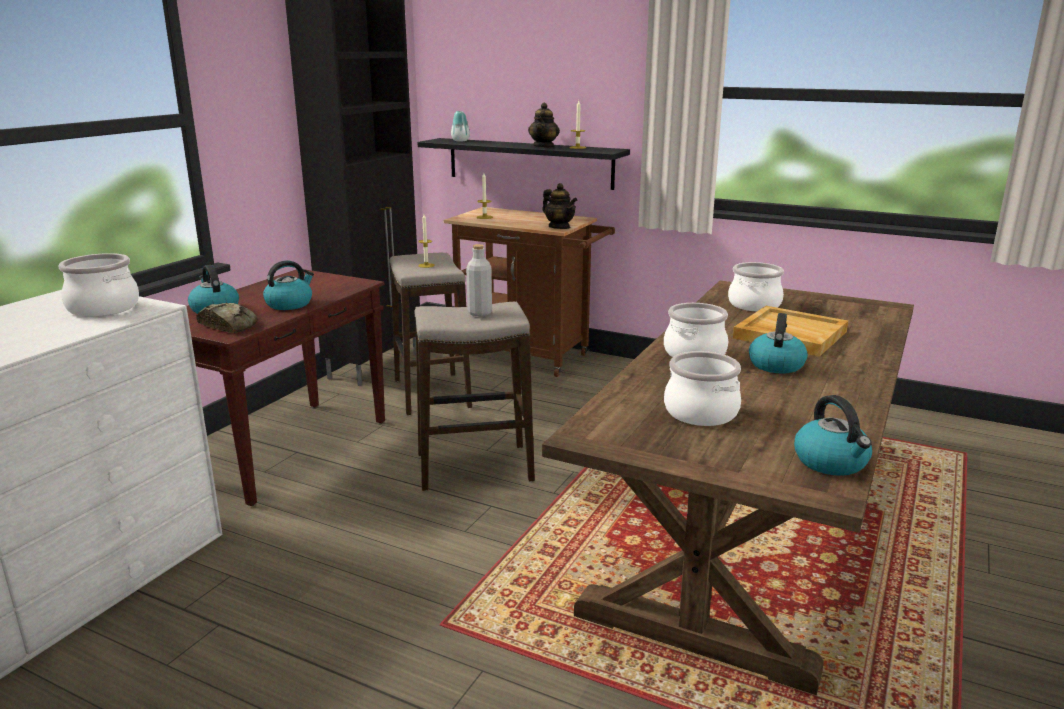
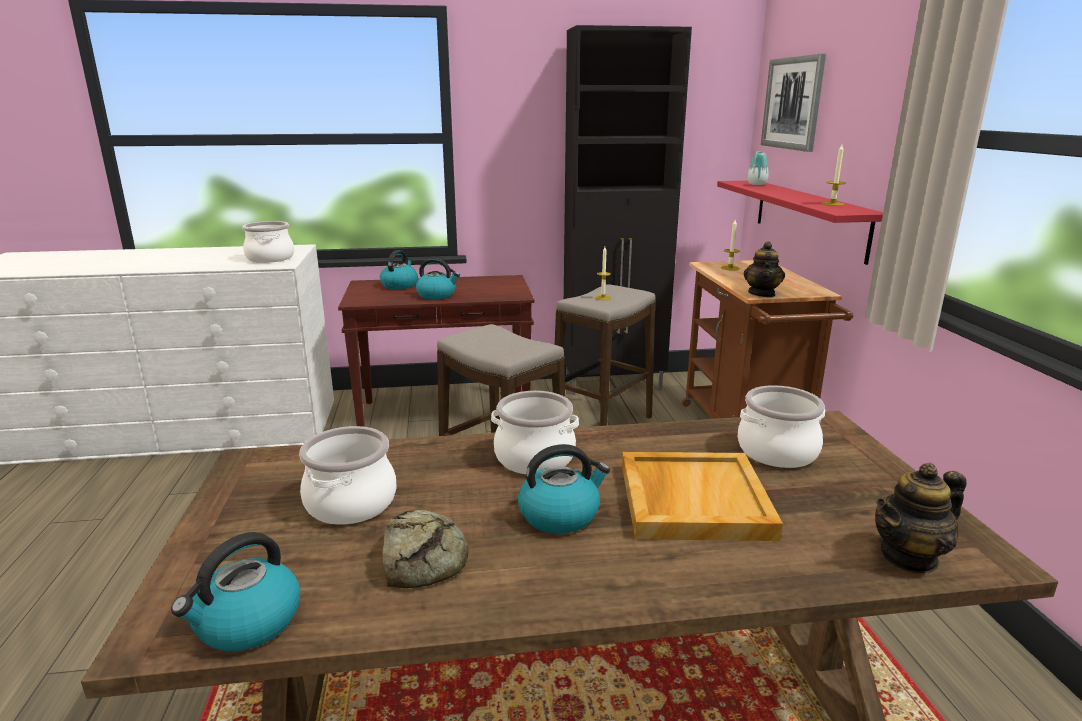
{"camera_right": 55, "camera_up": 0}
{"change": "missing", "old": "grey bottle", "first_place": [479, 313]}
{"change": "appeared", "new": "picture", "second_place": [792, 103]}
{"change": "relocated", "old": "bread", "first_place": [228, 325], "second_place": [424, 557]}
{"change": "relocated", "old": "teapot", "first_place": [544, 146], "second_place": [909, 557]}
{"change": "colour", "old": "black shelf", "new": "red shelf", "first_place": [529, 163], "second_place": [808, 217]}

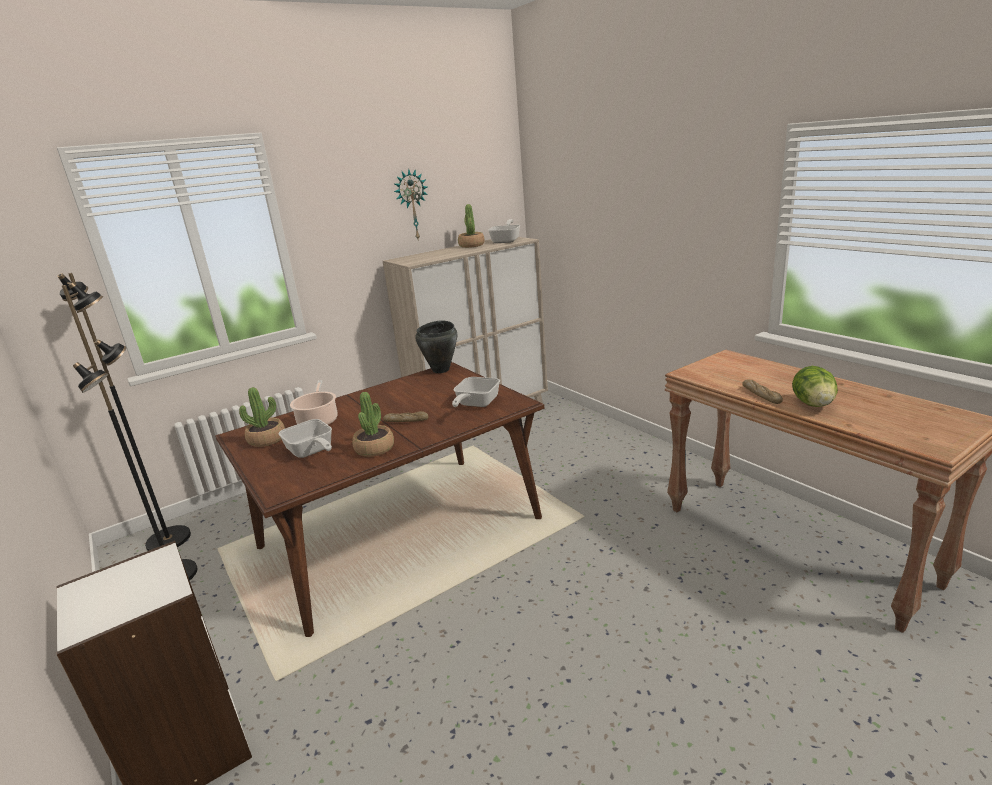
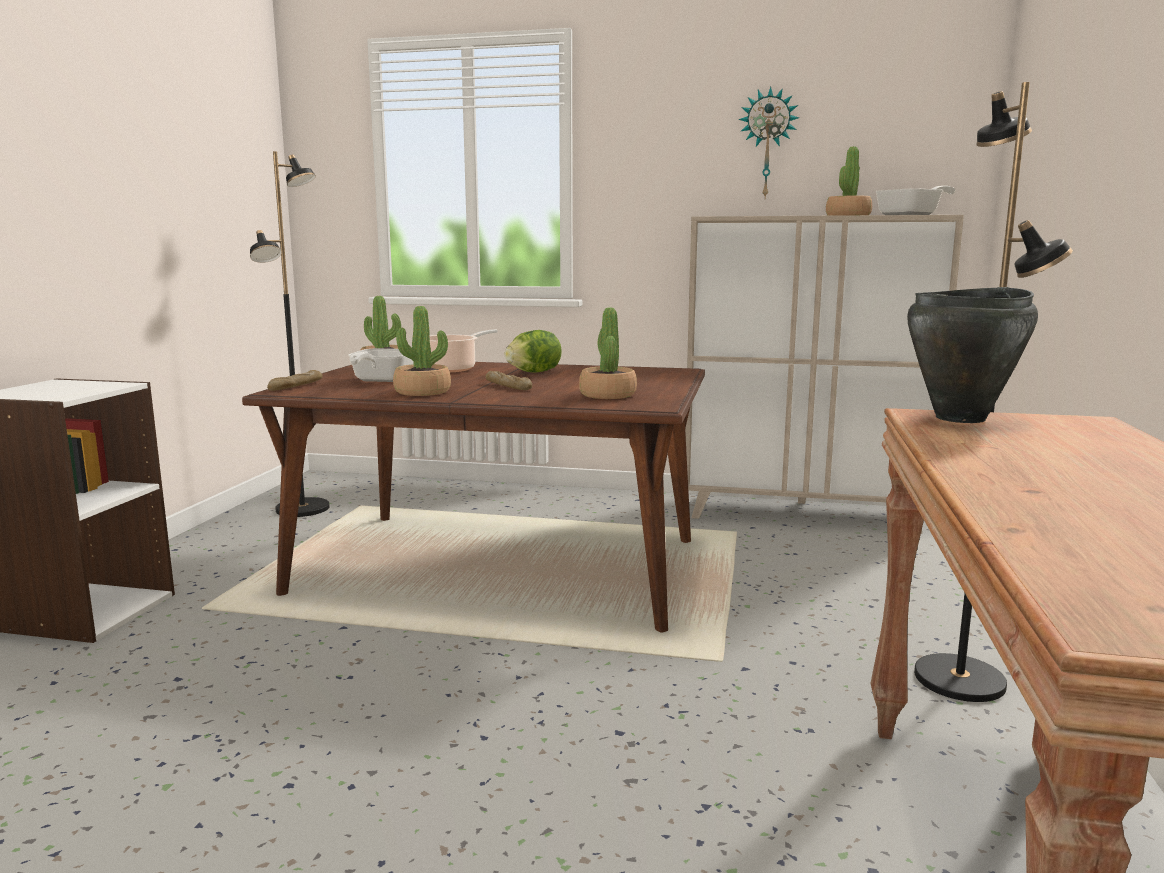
{"camera_right": 45, "camera_up": -10}
{"change": "relocated", "old": "black floor lamp", "first_place": [169, 539], "second_place": [961, 679]}
{"change": "relocated", "old": "black cooking pot", "first_place": [441, 370], "second_place": [961, 418]}
{"change": "relocated", "old": "bread", "first_place": [761, 395], "second_place": [296, 386]}
{"change": "relocated", "old": "lettuce", "first_place": [813, 404], "second_place": [534, 372]}
{"change": "exchanged", "old": "frying pan", "new": "potted plant", "first_place": [475, 404], "second_place": [607, 395]}

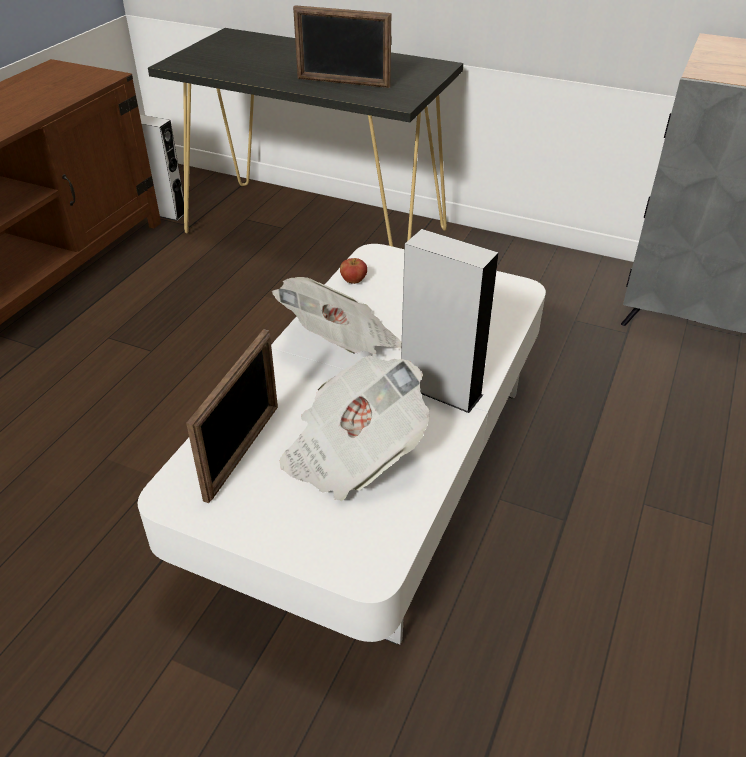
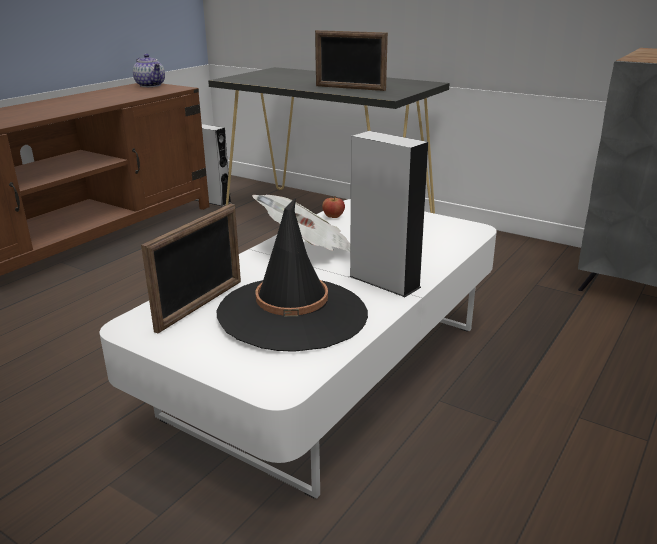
{"camera_right": 10, "camera_up": -15}
{"change": "appeared", "new": "teapot", "second_place": [151, 85]}
{"change": "exchanged", "old": "newspaper", "new": "black hat", "first_place": [352, 453], "second_place": [293, 313]}

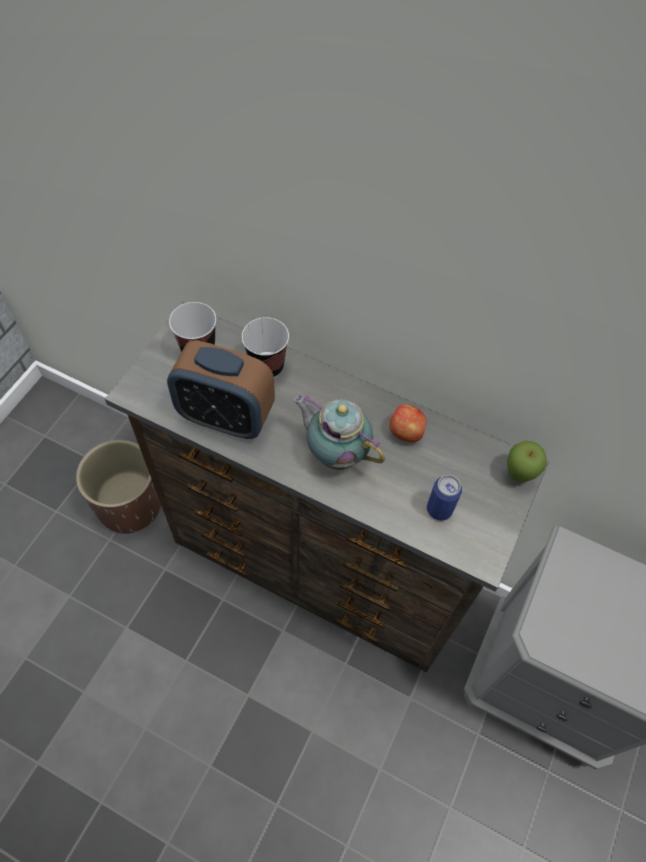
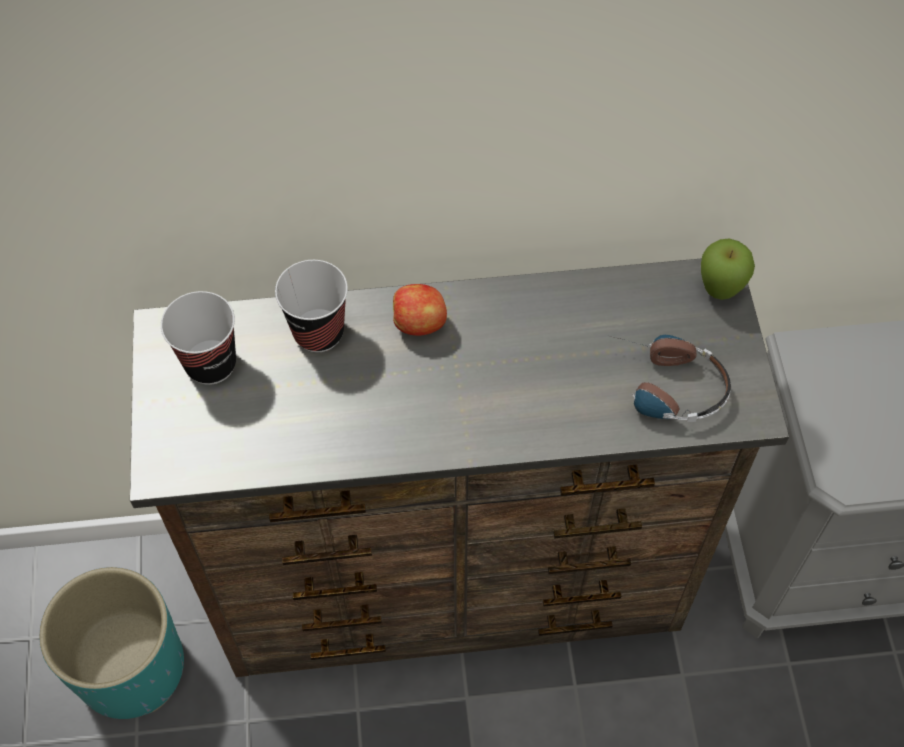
{"camera_right": -30, "camera_up": 0}
{"change": "missing", "old": "alarm clock", "first_place": [226, 417]}
{"change": "missing", "old": "teapot", "first_place": [335, 452]}
{"change": "relocated", "old": "apple", "first_place": [406, 432], "second_place": [420, 323]}
{"change": "exchanged", "old": "can", "new": "headphones", "first_place": [439, 509], "second_place": [661, 386]}
{"change": "colour", "old": "brown planter", "new": "turquoise planter", "first_place": [130, 505], "second_place": [132, 667]}

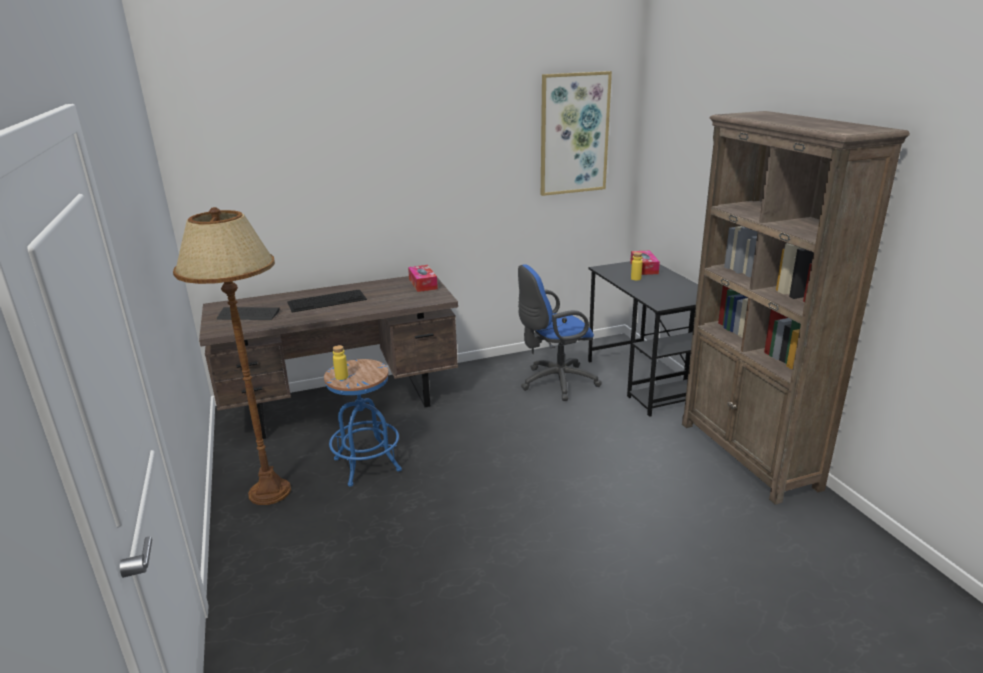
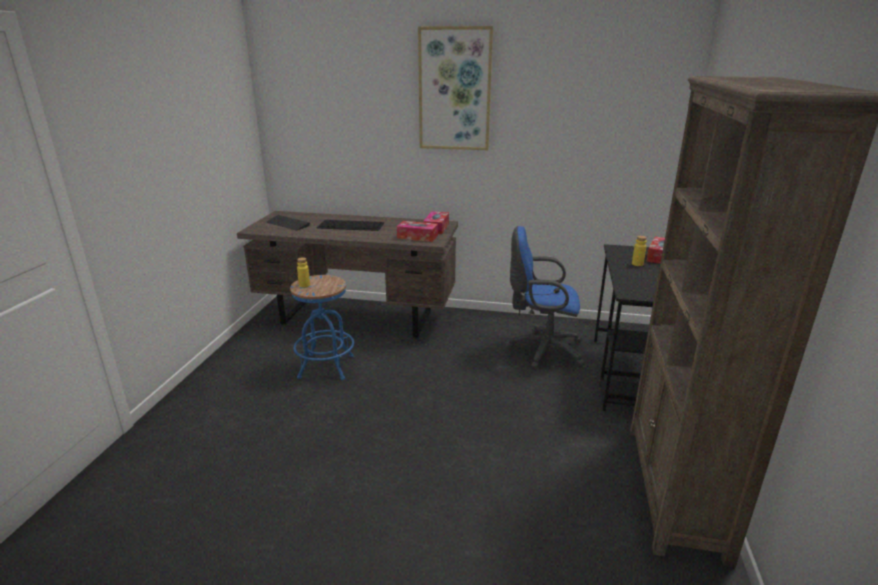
{"camera_right": 30, "camera_up": 0}
{"change": "missing", "old": "brown floor lamp", "first_place": [270, 492]}
{"change": "appeared", "new": "tissue box", "second_place": [417, 237]}
{"change": "relocated", "old": "picture", "first_place": [574, 134], "second_place": [455, 90]}

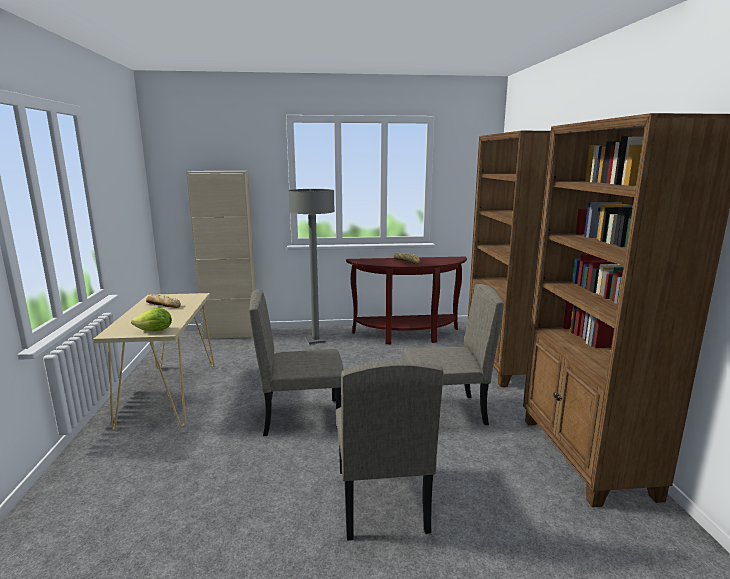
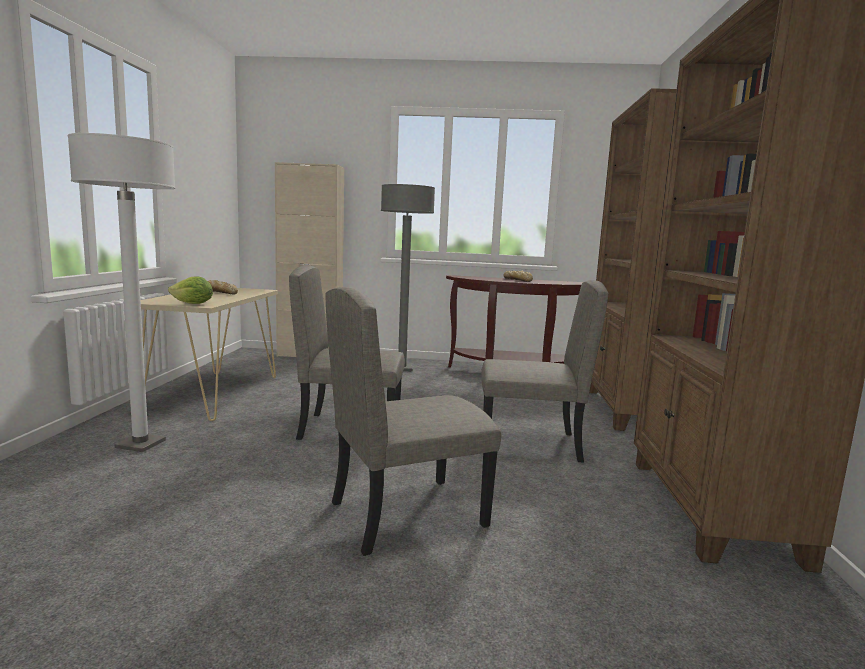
{"camera_right": 10, "camera_up": -5}
{"change": "appeared", "new": "white floor lamp", "second_place": [140, 444]}
{"change": "spun", "old": "beige chair", "first_place": [380, 500], "second_place": [407, 513], "degrees": 60}

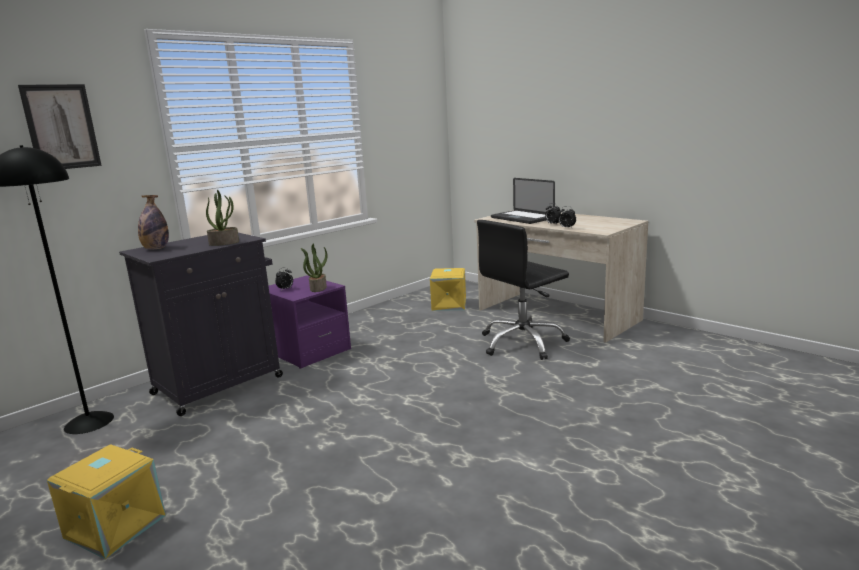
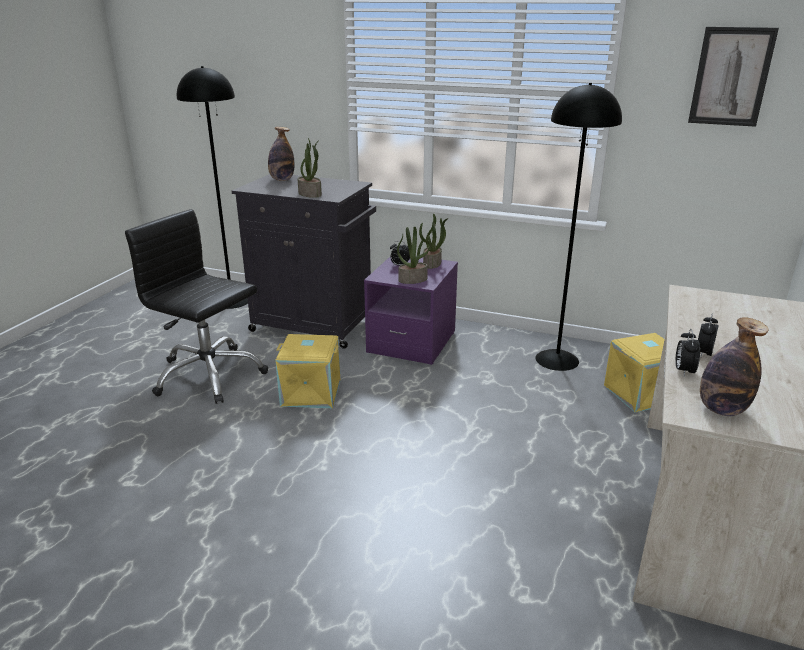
{"camera_right": 65, "camera_up": 10}
{"change": "missing", "old": "laptop", "first_place": [522, 218]}
{"change": "appeared", "new": "potted plant", "second_place": [432, 263]}
{"change": "appeared", "new": "black floor lamp", "second_place": [557, 360]}
{"change": "appeared", "new": "bottle", "second_place": [721, 409]}
{"change": "relocated", "old": "picture", "first_place": [61, 127], "second_place": [731, 77]}
{"change": "relocated", "old": "yellow storage box", "first_place": [115, 526], "second_place": [311, 392]}
{"change": "relocated", "old": "black office chair", "first_place": [522, 343], "second_place": [209, 375]}

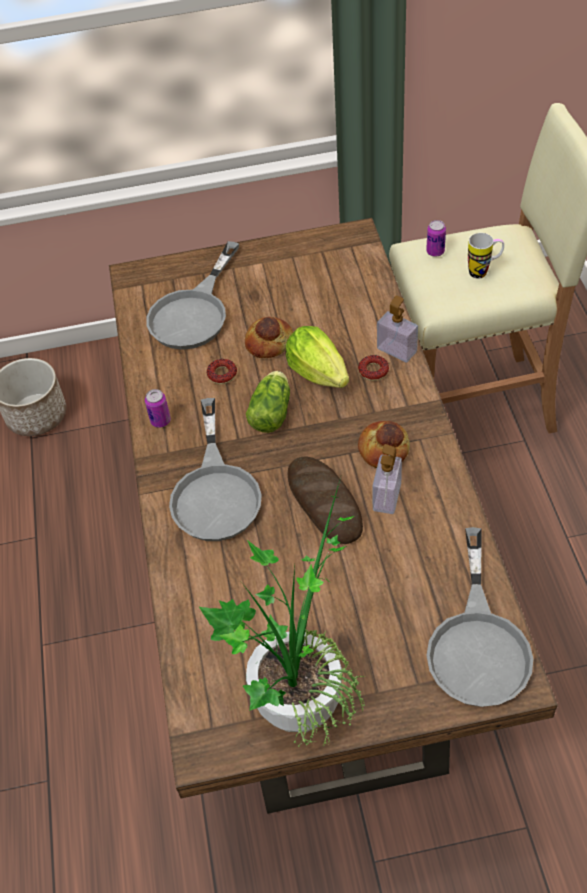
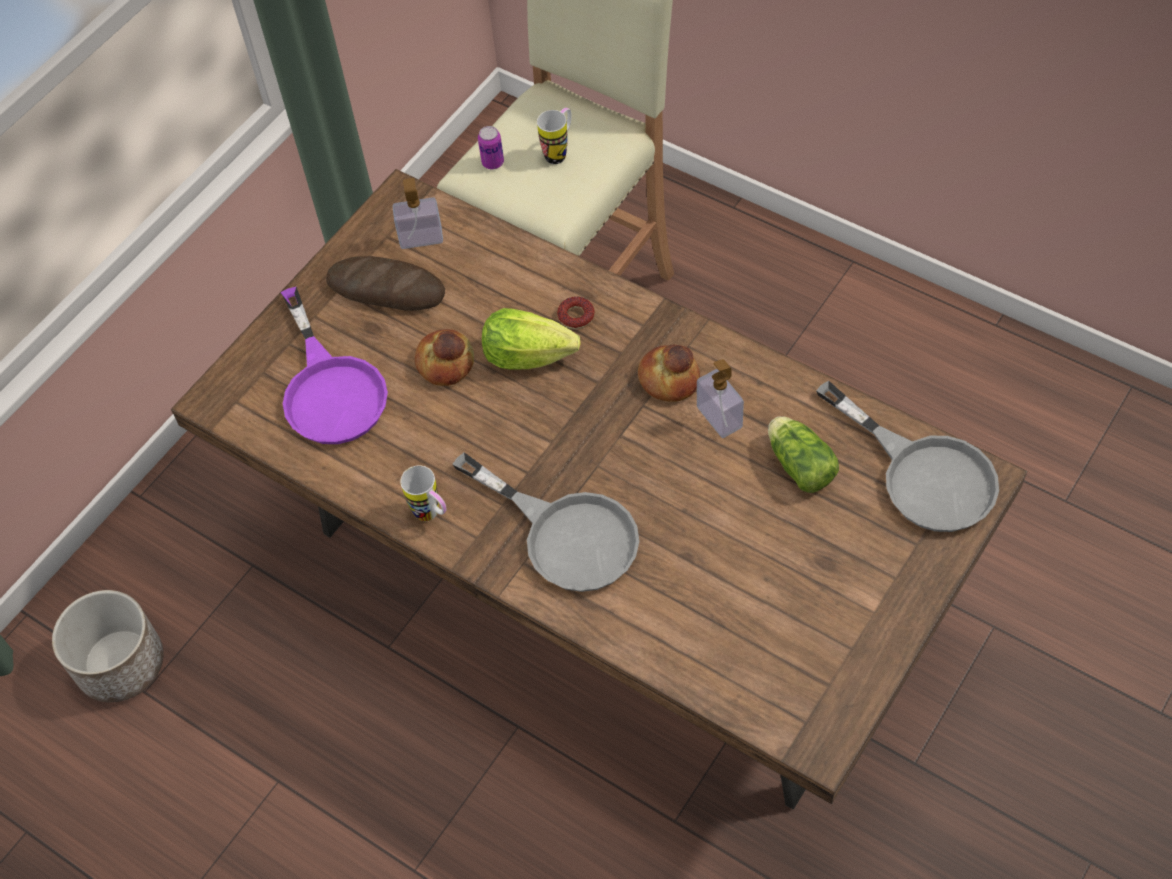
{"camera_right": -45, "camera_up": 5}
{"change": "missing", "old": "potted plant", "first_place": [299, 688]}
{"change": "missing", "old": "donut", "first_place": [222, 374]}
{"change": "relocated", "old": "lettuce", "first_place": [272, 411], "second_place": [798, 463]}
{"change": "relocated", "old": "bread", "first_place": [324, 503], "second_place": [386, 289]}
{"change": "relocated", "old": "soap dispenser", "first_place": [396, 350], "second_place": [421, 238]}
{"change": "exchanged", "old": "can", "new": "mug", "first_place": [160, 421], "second_place": [432, 515]}
{"change": "colour", "old": "grey frying pan", "new": "purple frying pan", "first_place": [194, 312], "second_place": [330, 388]}

